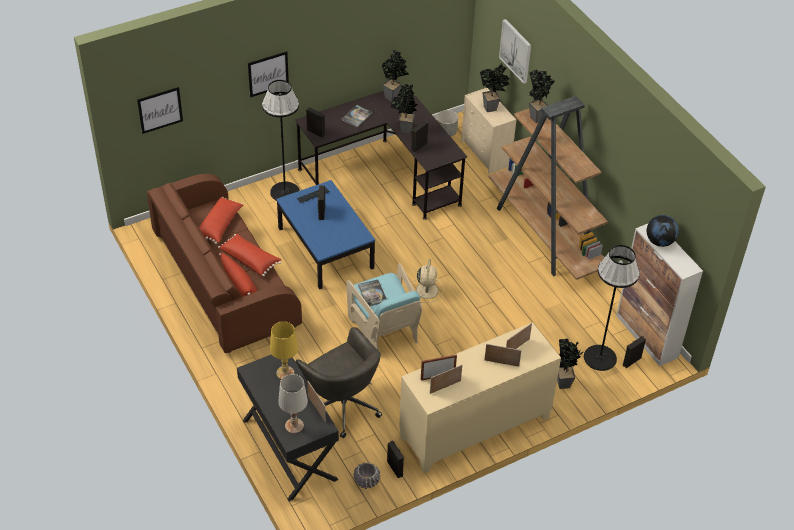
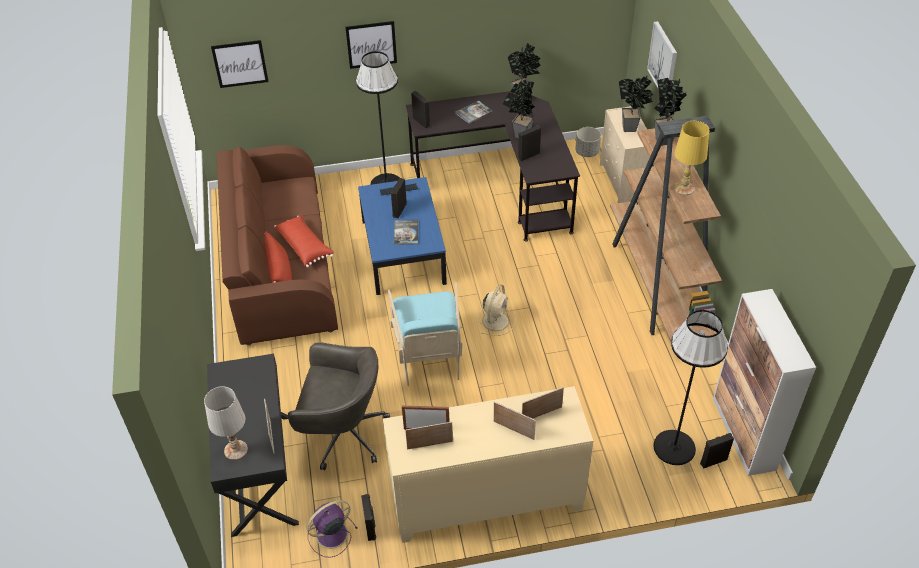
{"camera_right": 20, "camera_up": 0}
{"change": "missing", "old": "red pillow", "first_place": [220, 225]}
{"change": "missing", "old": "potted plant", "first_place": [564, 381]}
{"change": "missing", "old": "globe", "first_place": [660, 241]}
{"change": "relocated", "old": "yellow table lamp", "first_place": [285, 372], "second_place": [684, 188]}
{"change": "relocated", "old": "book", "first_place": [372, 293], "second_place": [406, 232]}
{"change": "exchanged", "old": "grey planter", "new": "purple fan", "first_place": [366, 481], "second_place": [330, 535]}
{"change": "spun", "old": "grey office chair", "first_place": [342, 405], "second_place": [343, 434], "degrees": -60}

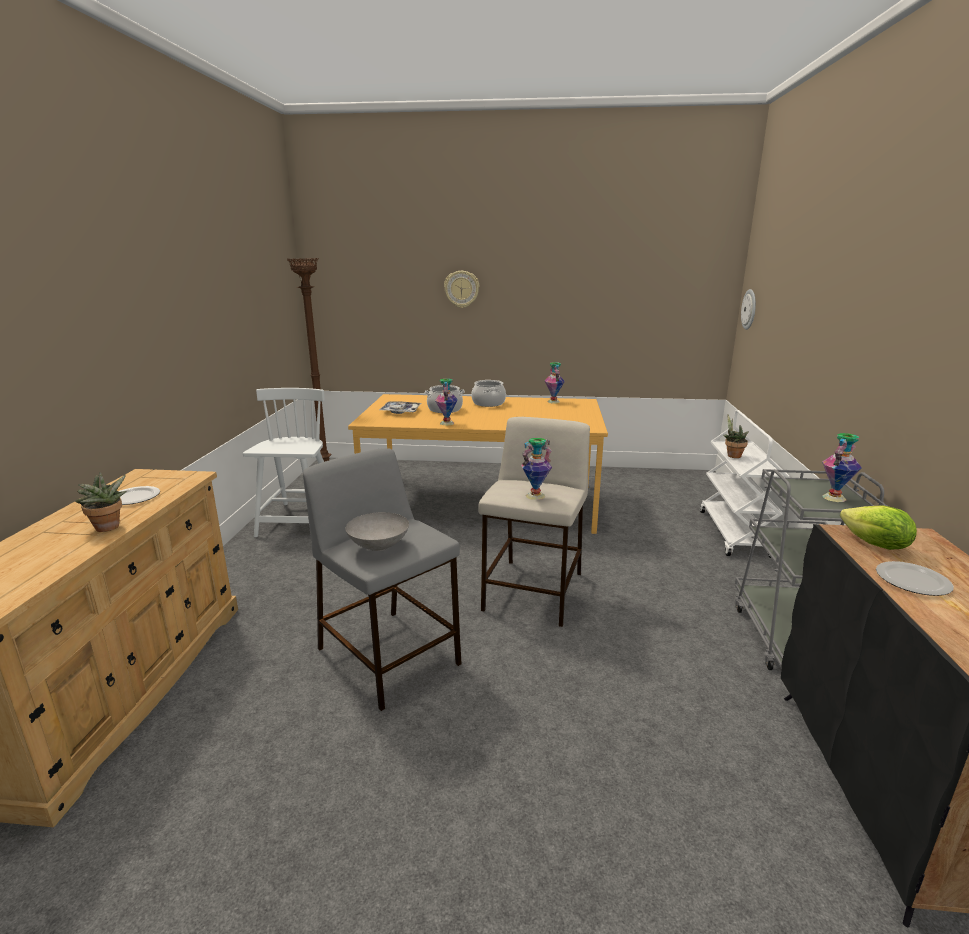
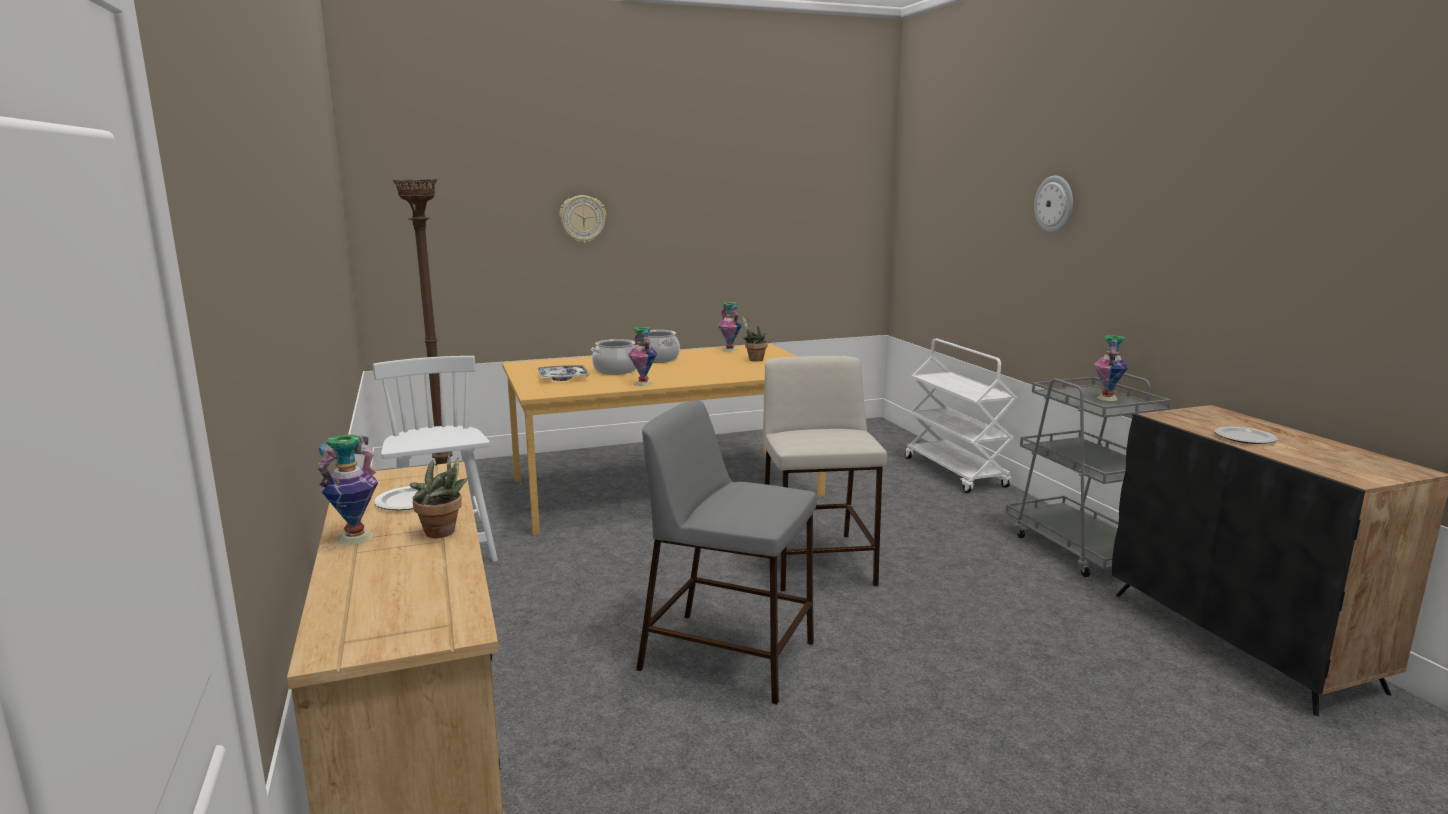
{"camera_right": -25, "camera_up": -5}
{"change": "missing", "old": "grey bowl", "first_place": [378, 546]}
{"change": "missing", "old": "lettuce", "first_place": [875, 545]}
{"change": "relocated", "old": "vase", "first_place": [535, 496], "second_place": [355, 538]}
{"change": "relocated", "old": "potted plant", "first_place": [732, 455], "second_place": [754, 359]}
{"change": "relocated", "old": "wall clock", "first_place": [749, 309], "second_place": [1054, 204]}

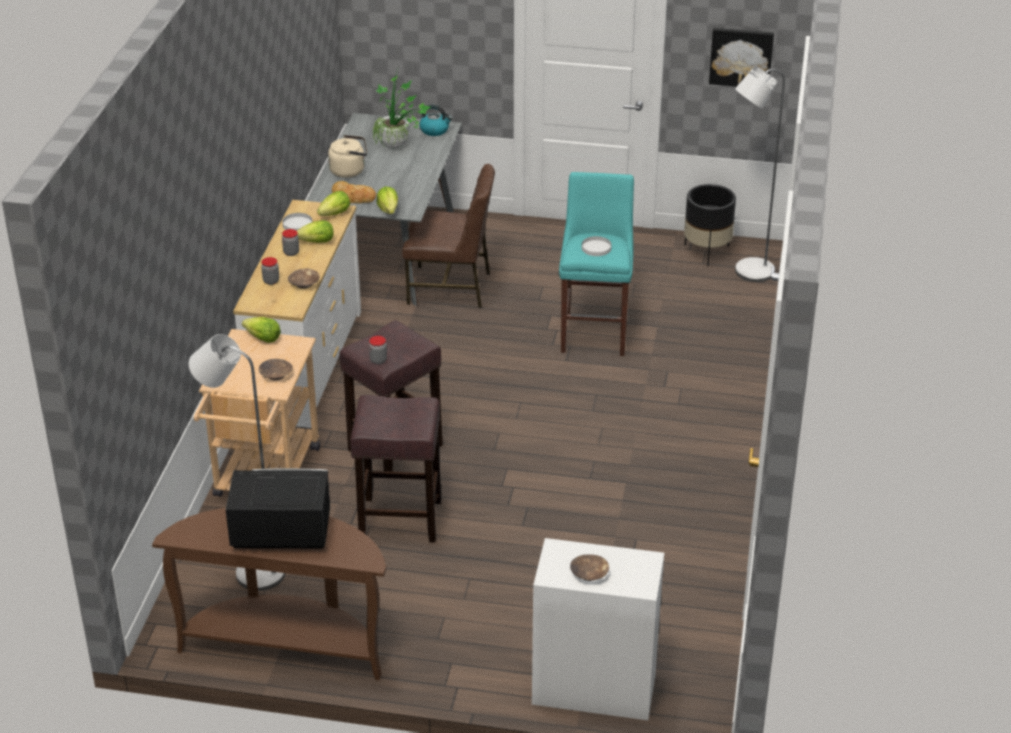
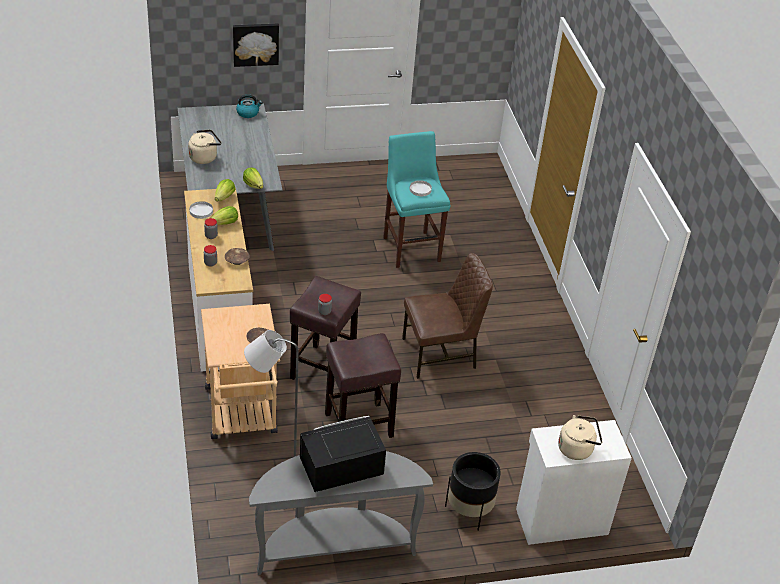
{"camera_right": -25, "camera_up": 5}
{"change": "missing", "old": "lettuce", "first_place": [263, 339]}
{"change": "missing", "old": "bread", "first_place": [352, 197]}
{"change": "missing", "old": "potted plant", "first_place": [399, 147]}
{"change": "missing", "old": "grey floor lamp", "first_place": [747, 273]}
{"change": "relocated", "old": "brown chair", "first_place": [450, 288], "second_place": [440, 354]}
{"change": "relocated", "old": "black planter", "first_place": [707, 252], "second_place": [469, 511]}
{"change": "relocated", "old": "picture", "first_place": [741, 57], "second_place": [255, 44]}
{"change": "exchanged", "old": "brown bowl", "new": "beige kettle", "first_place": [589, 574], "second_place": [577, 449]}
{"change": "colour", "old": "brown console table", "new": "grey console table", "first_place": [286, 644], "second_place": [334, 546]}

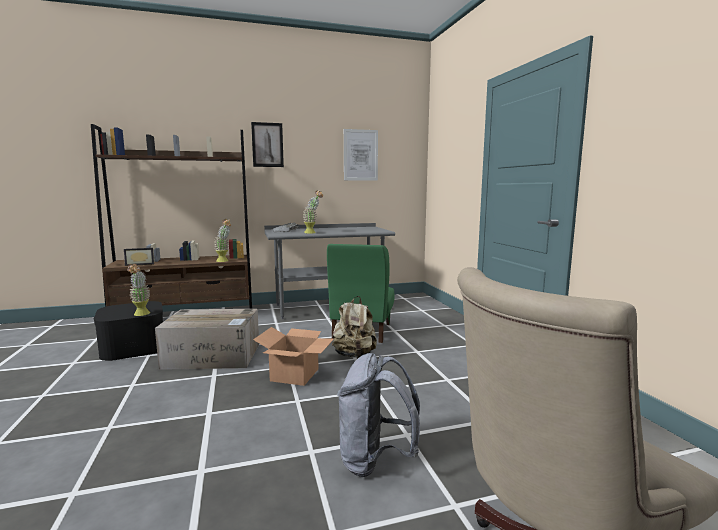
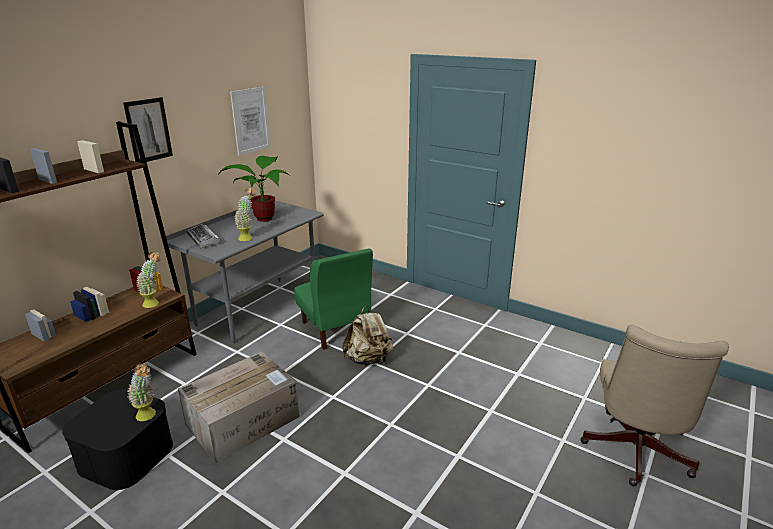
{"camera_right": -40, "camera_up": 15}
{"change": "missing", "old": "picture frame", "first_place": [140, 264]}
{"change": "missing", "old": "cardboard box", "first_place": [294, 374]}
{"change": "missing", "old": "grey backpack", "first_place": [375, 460]}
{"change": "appeared", "new": "potted plant", "second_place": [265, 218]}

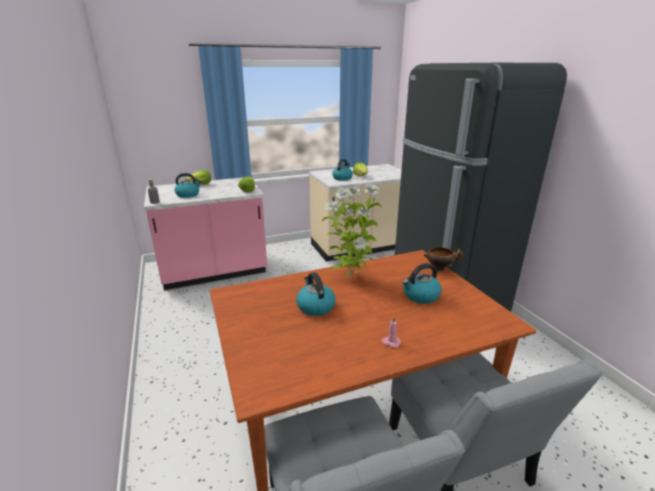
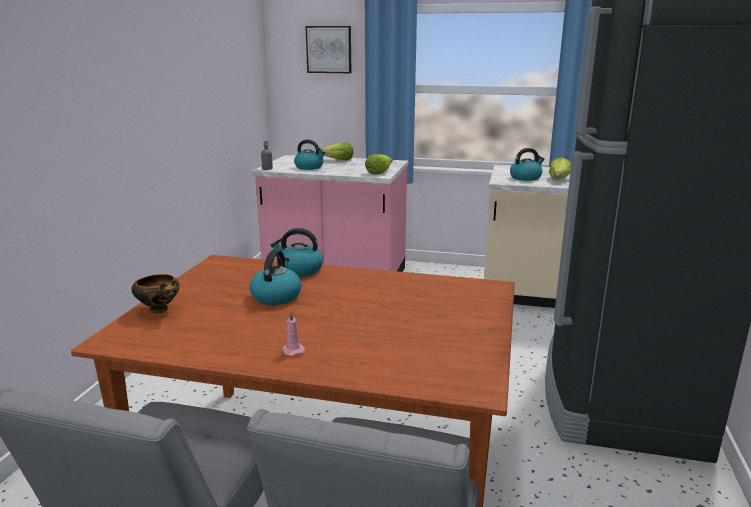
{"camera_right": 35, "camera_up": -5}
{"change": "missing", "old": "potted plant", "first_place": [351, 278]}
{"change": "appeared", "new": "picture", "second_place": [329, 49]}
{"change": "relocated", "old": "kettle", "first_place": [420, 296], "second_place": [299, 270]}
{"change": "relocated", "old": "bowl", "first_place": [440, 269], "second_place": [160, 310]}

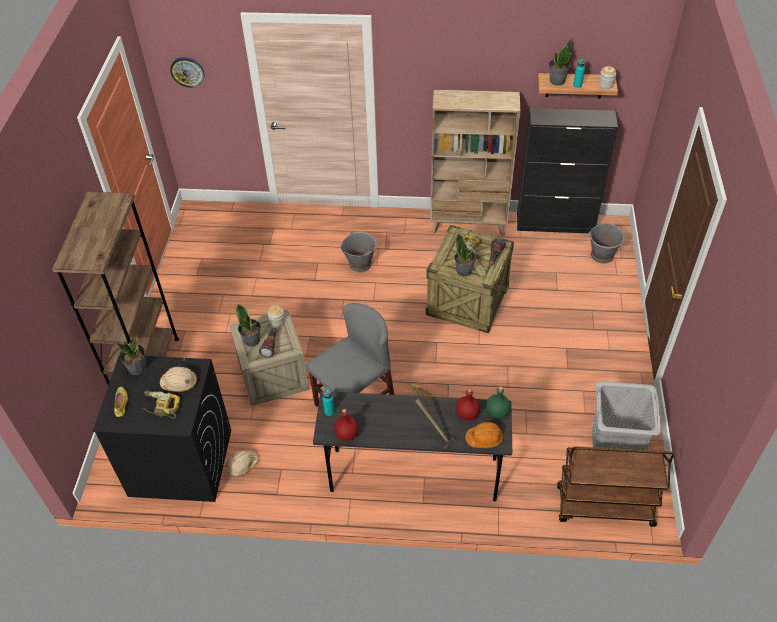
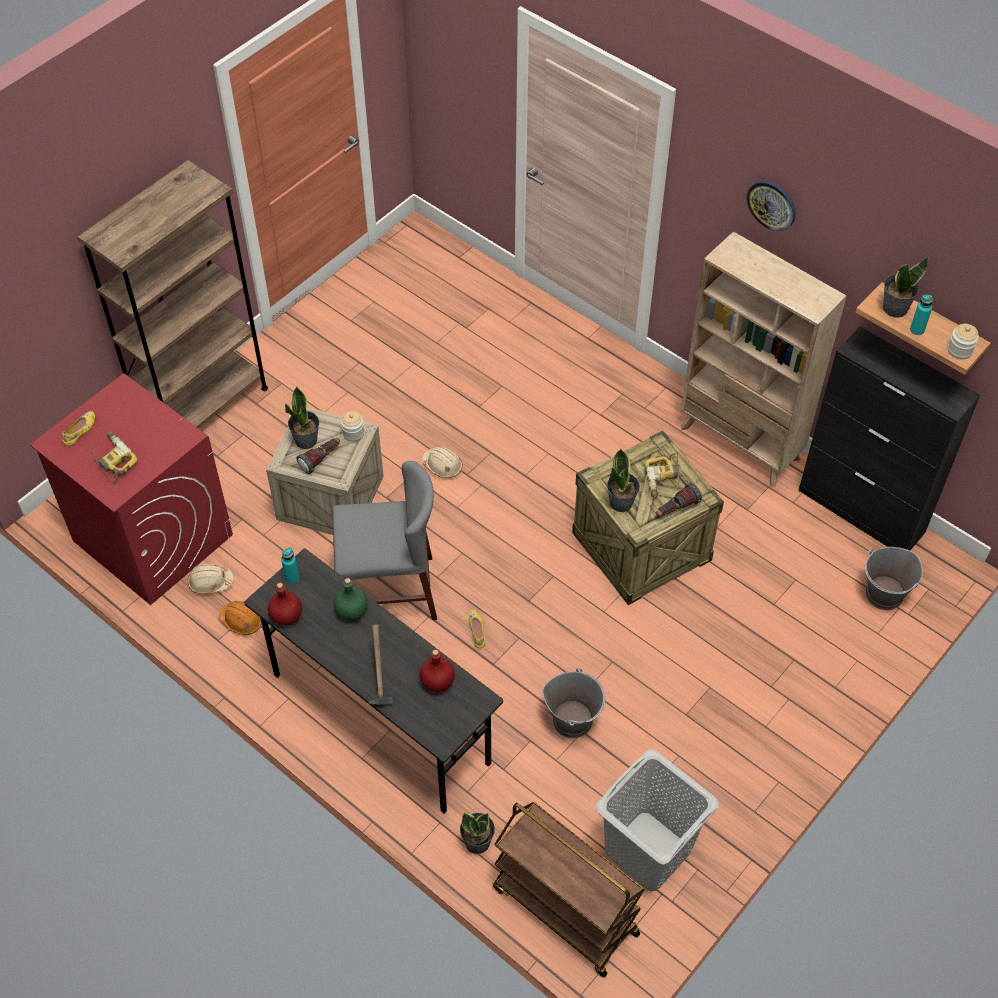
{"camera_right": 35, "camera_up": 5}
{"change": "relocated", "old": "potted plant", "first_place": [137, 367], "second_place": [477, 841]}
{"change": "relocated", "old": "beige hard hat", "first_place": [179, 383], "second_place": [442, 466]}
{"change": "relocated", "old": "wall clock", "first_place": [187, 71], "second_place": [772, 204]}
{"change": "relocated", "old": "grey bucket", "first_place": [360, 263], "second_place": [572, 720]}
{"change": "relocated", "old": "orange hard hat", "first_place": [484, 438], "second_place": [242, 621]}
{"change": "relocated", "old": "green bottle", "first_place": [497, 412], "second_place": [352, 612]}
{"change": "colour", "old": "black washing machine", "new": "red washing machine", "first_place": [180, 462], "second_place": [152, 537]}

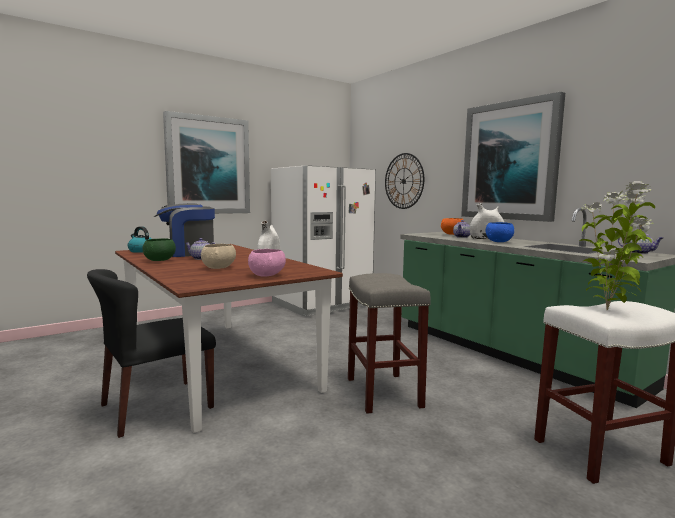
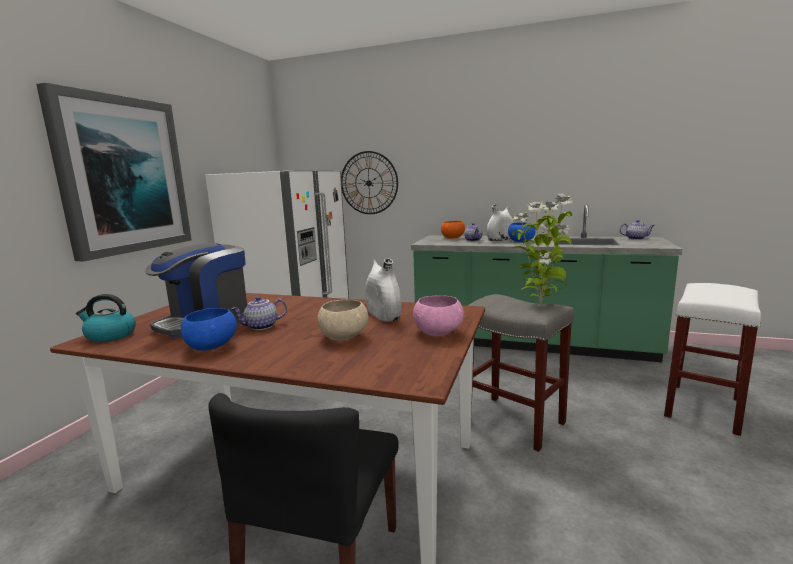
{"camera_right": -35, "camera_up": 5}
{"change": "missing", "old": "picture", "first_place": [510, 161]}
{"change": "relocated", "old": "potted plant", "first_place": [608, 310], "second_place": [541, 305]}
{"change": "colour", "old": "green bowl", "new": "blue bowl", "first_place": [160, 260], "second_place": [212, 347]}

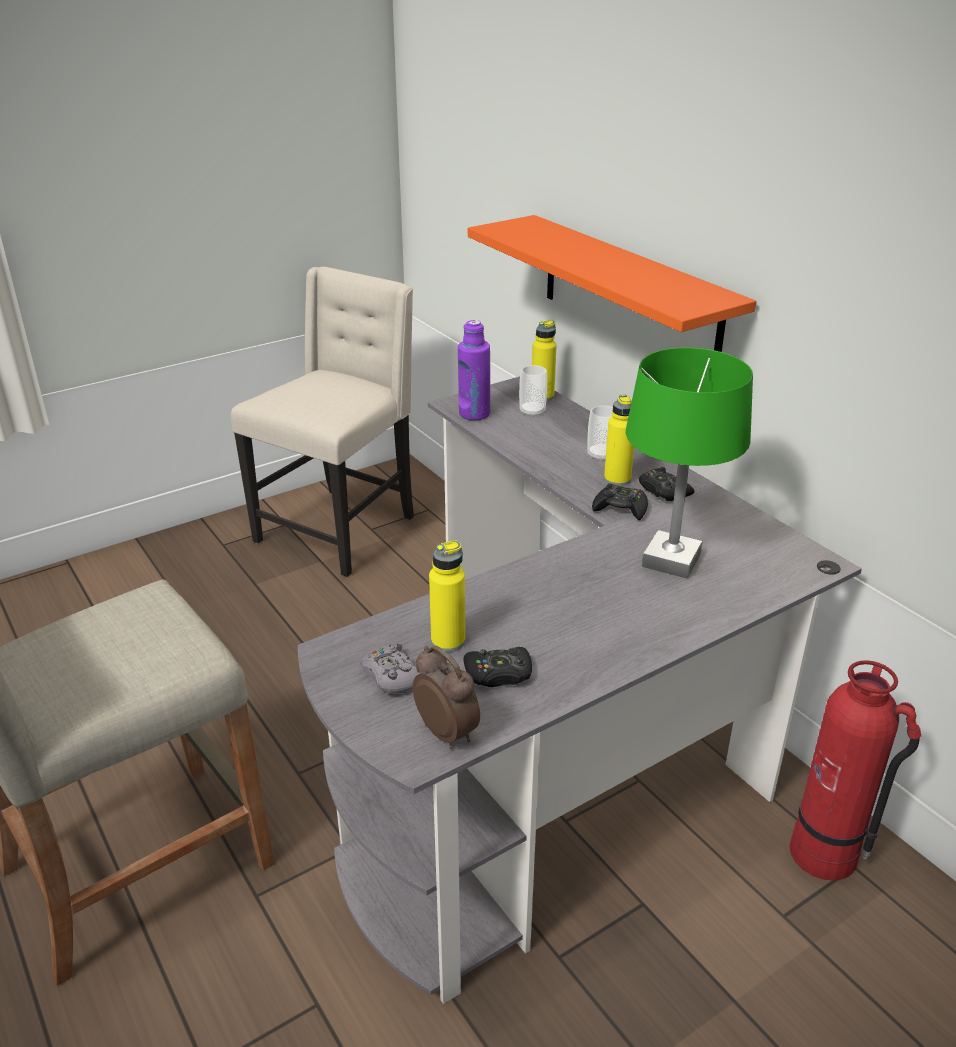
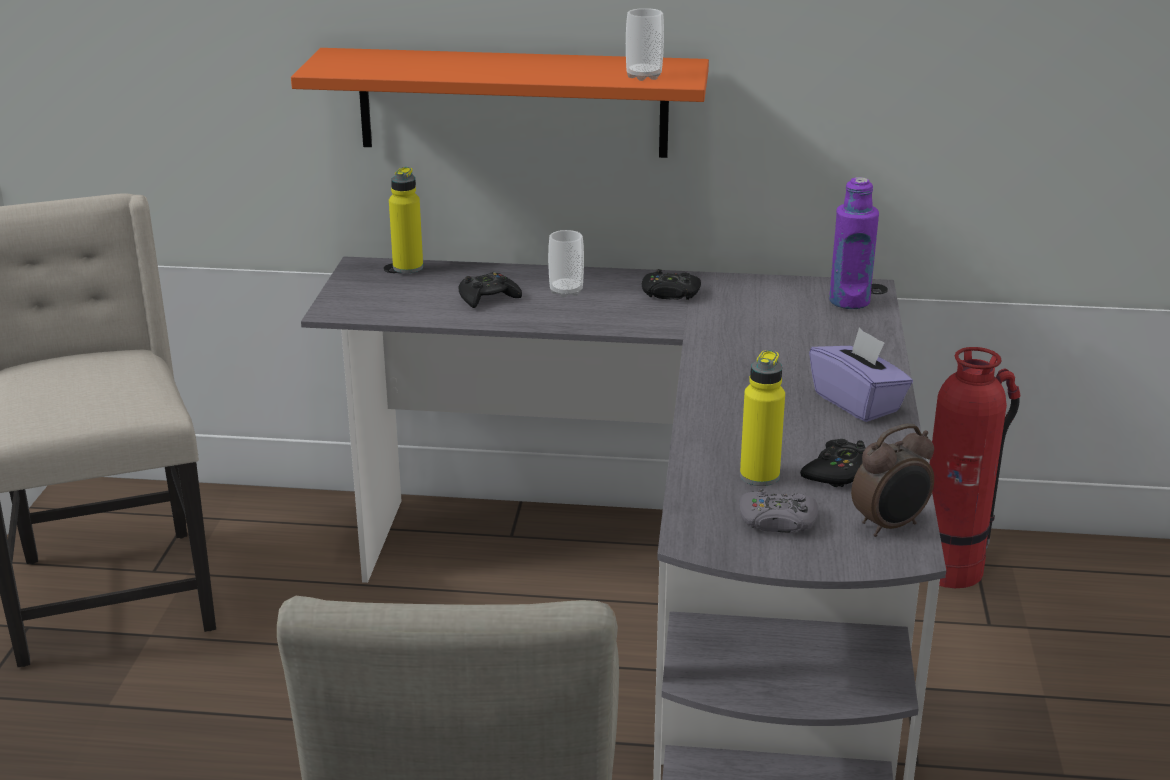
{"camera_right": -50, "camera_up": -5}
{"change": "missing", "old": "yellow bottle", "first_place": [617, 479]}
{"change": "missing", "old": "green table lamp", "first_place": [671, 561]}
{"change": "appeared", "new": "purple tissue box", "second_place": [857, 402]}
{"change": "relocated", "old": "purple bottle", "first_place": [474, 414], "second_place": [849, 301]}
{"change": "relocated", "old": "cup", "first_place": [532, 412], "second_place": [644, 76]}
{"change": "relocated", "old": "black game controller", "first_place": [620, 508], "second_place": [488, 298]}
{"change": "spun", "old": "alarm clock", "first_place": [447, 732], "second_place": [890, 526], "degrees": 150}

